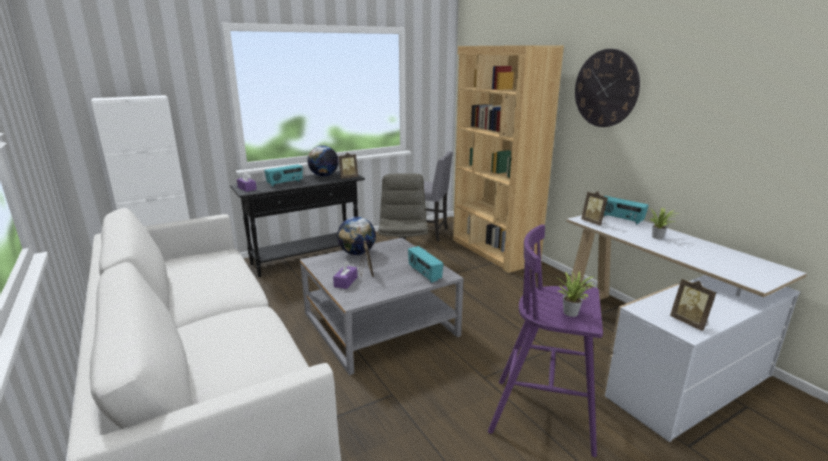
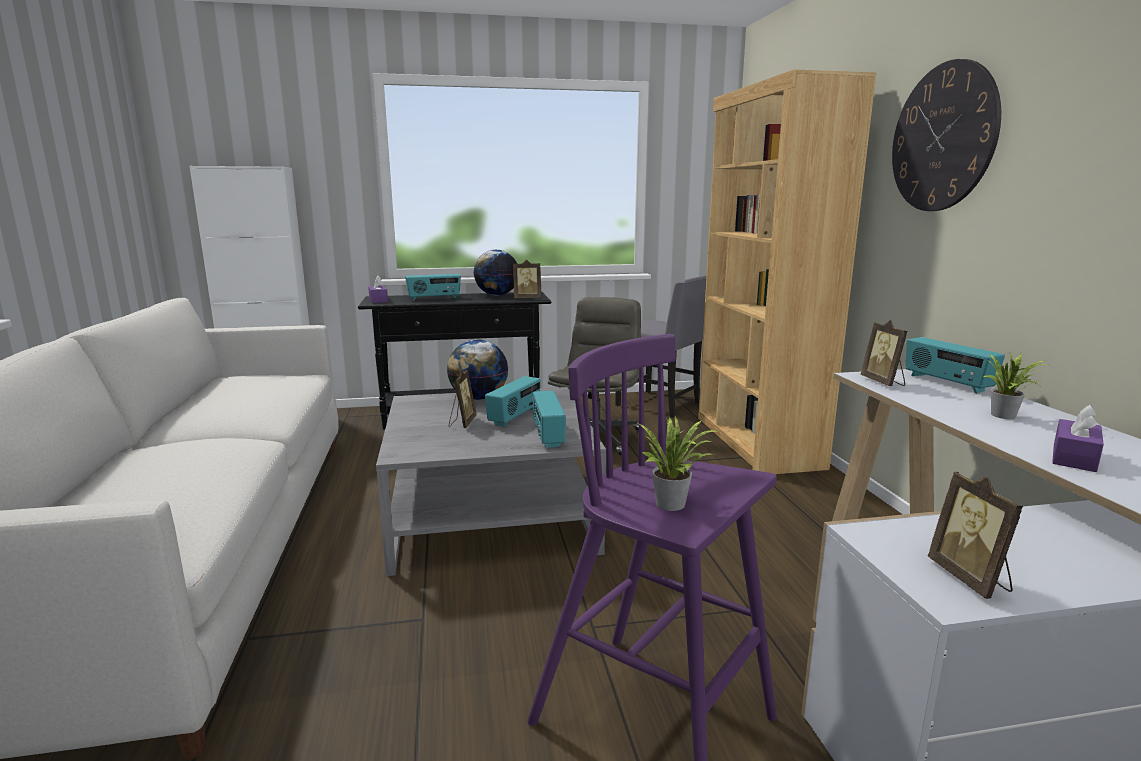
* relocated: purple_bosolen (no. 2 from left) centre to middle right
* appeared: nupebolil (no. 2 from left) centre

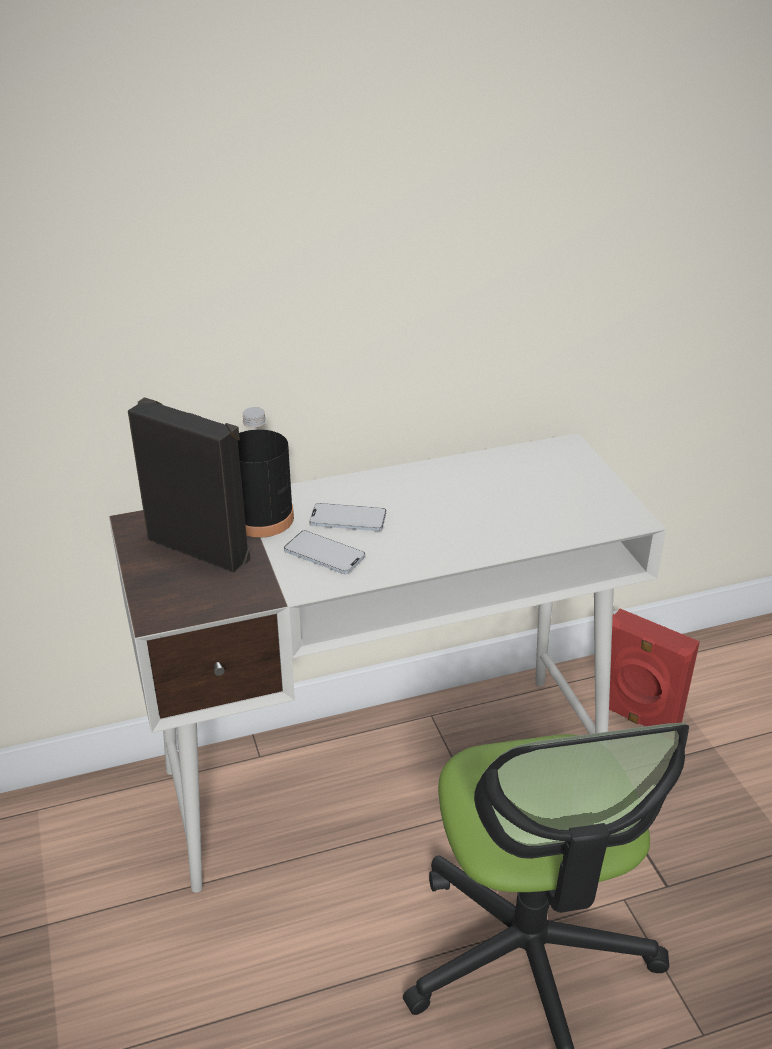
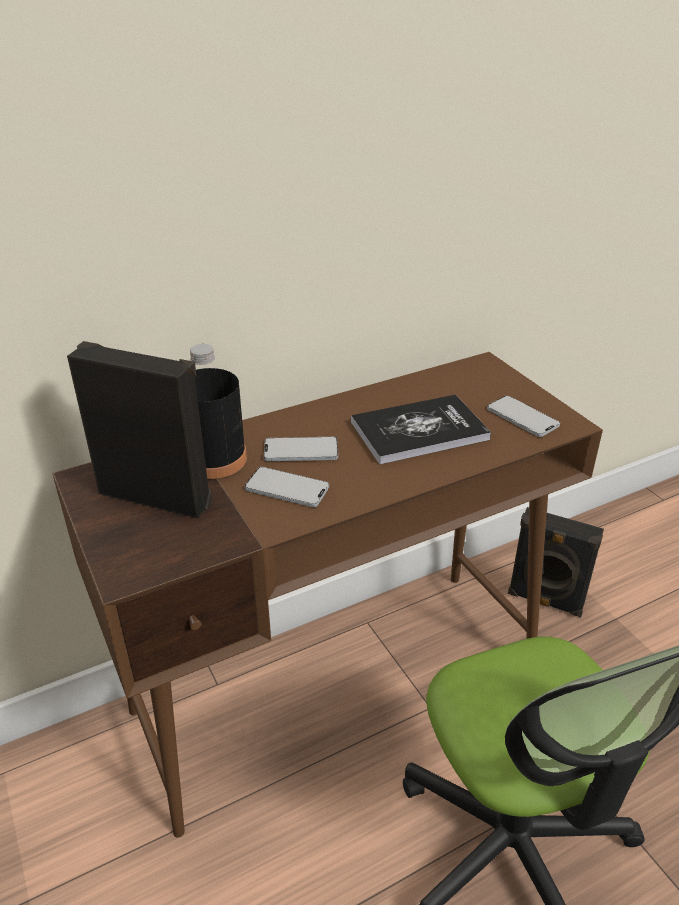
* colour: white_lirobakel centre to brown_lirobakel centre
* colour: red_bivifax middle right to black_bivifax (no. 2 from left) middle right
* appeared: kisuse centre
* appeared: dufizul (no. 3 from left) middle right

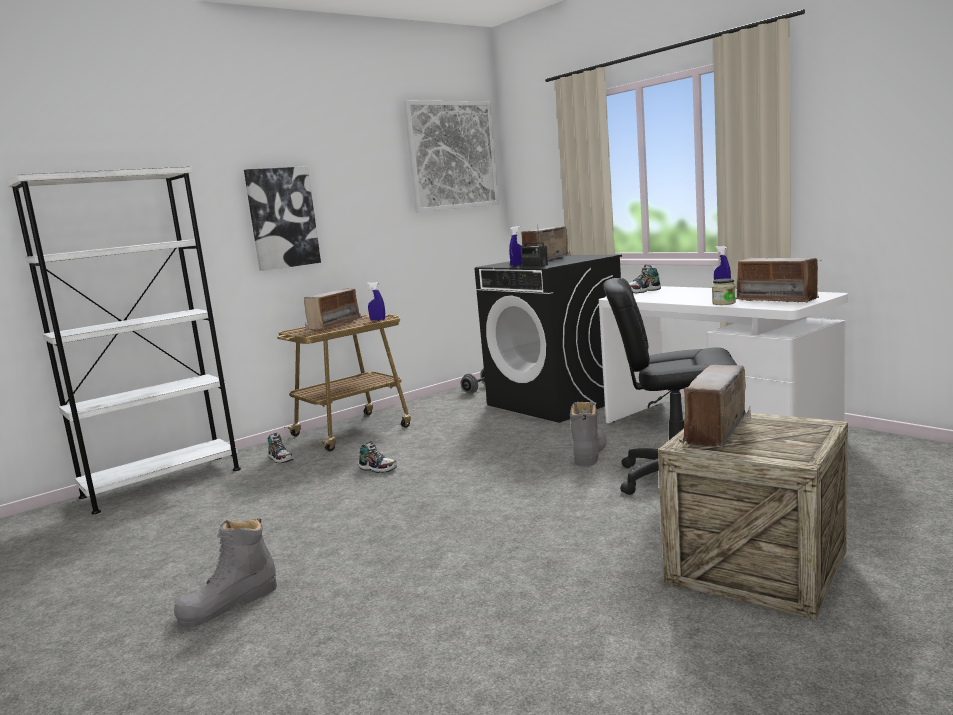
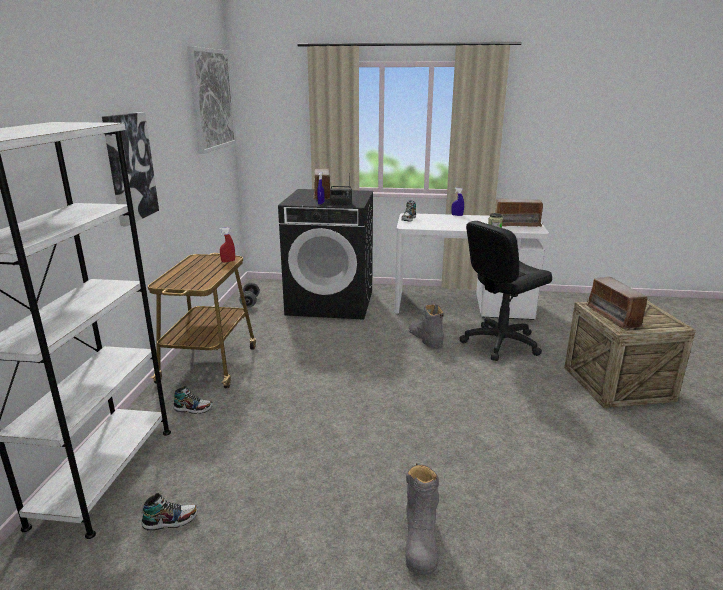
* missing: nupebolil (no. 1 from left) centre
* relocated: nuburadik (no. 2 from left in the first image) centre to nuburadik (no. 1 from left) bottom left
* colour: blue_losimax (no. 1 from left) centre to red_losimax middle left

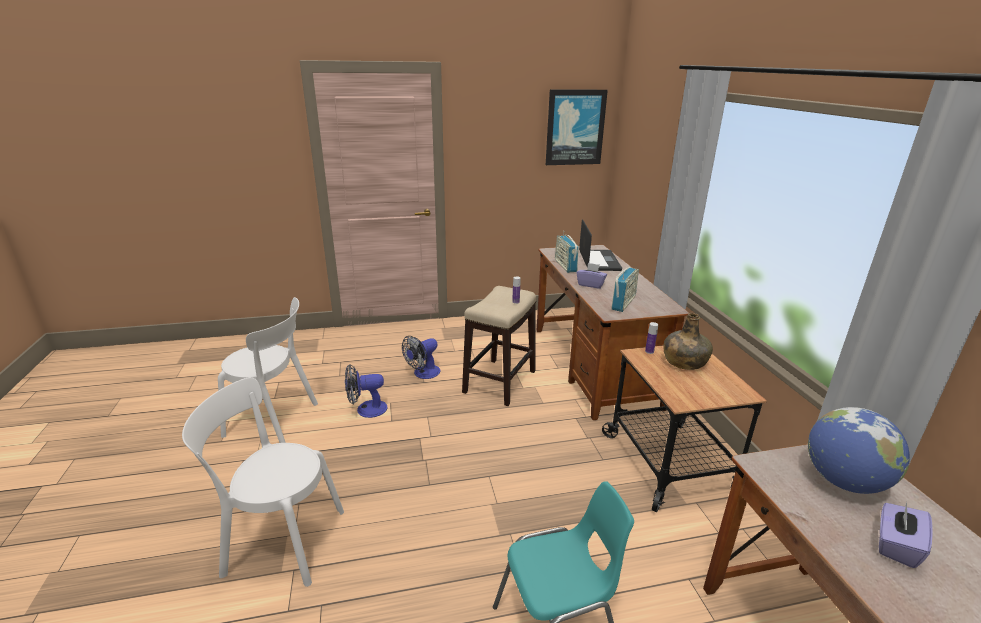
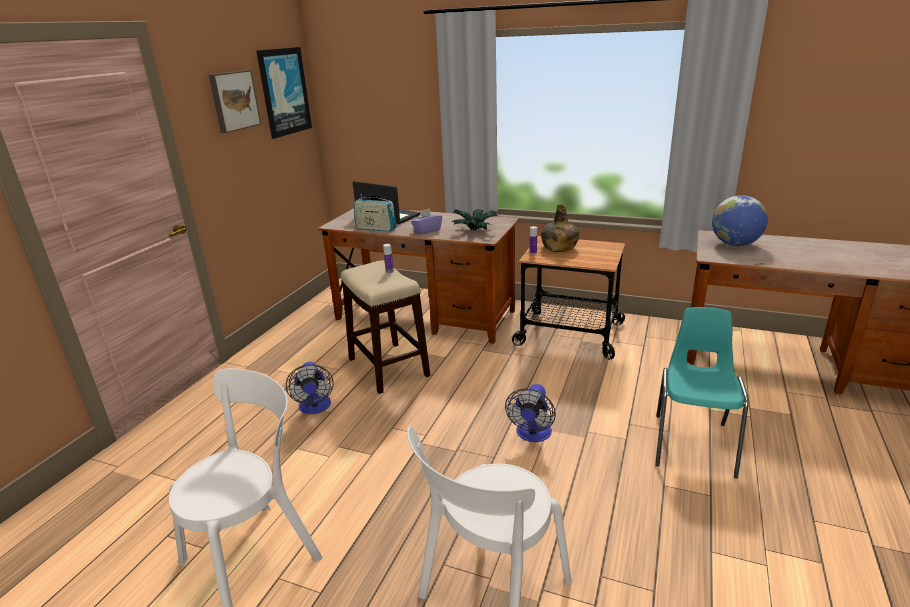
* relocated: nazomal (no. 1 from left in the first image) centre to nazomal (no. 2 from left) bottom centre
* exchanged: nupebolil (no. 2 from left) centre to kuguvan centre
* missing: purple_bosolen (no. 2 from left) bottom right
* appeared: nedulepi (no. 1 from left) top left

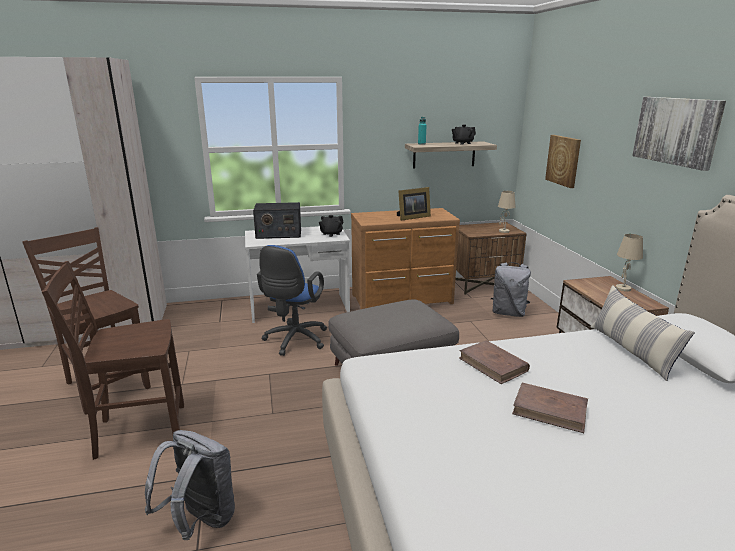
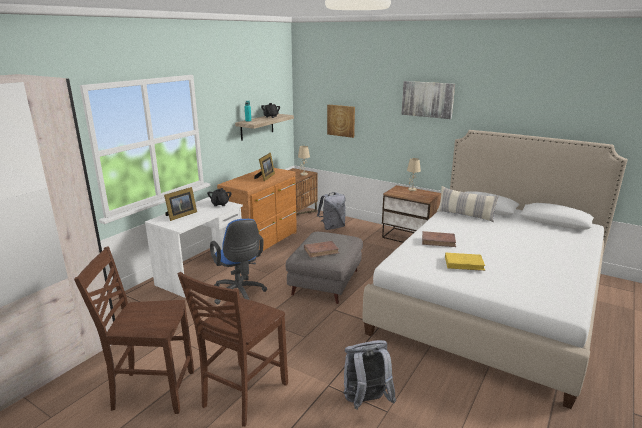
* exchanged: nupebolil centre to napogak (no. 1 from left) middle left
* relocated: brown_kisuse (no. 2 from left in the first image) bottom right to brown_kisuse (no. 1 from left) centre
* appeared: yellow_kisuse middle right

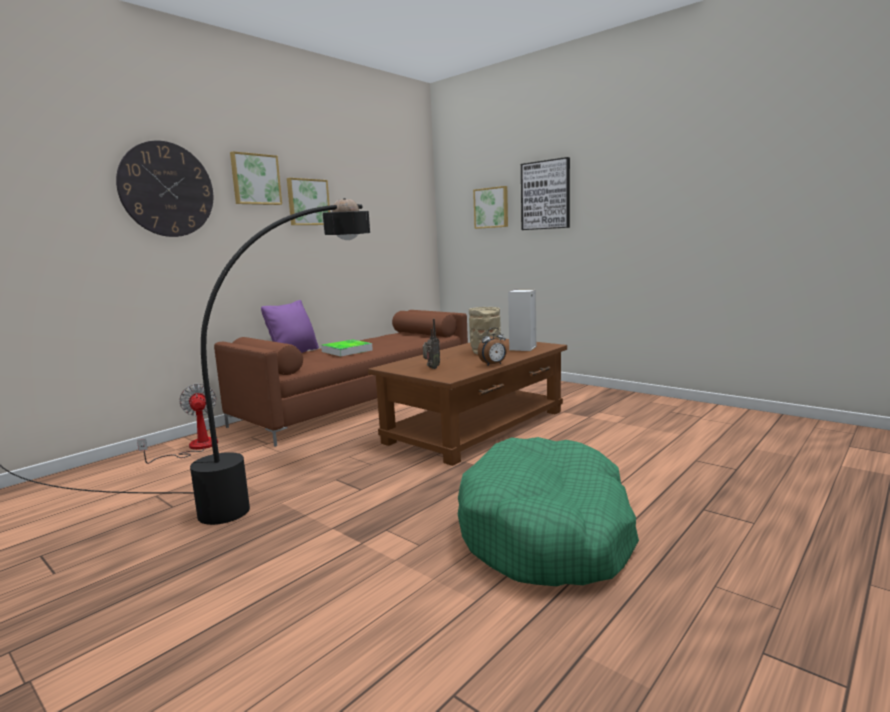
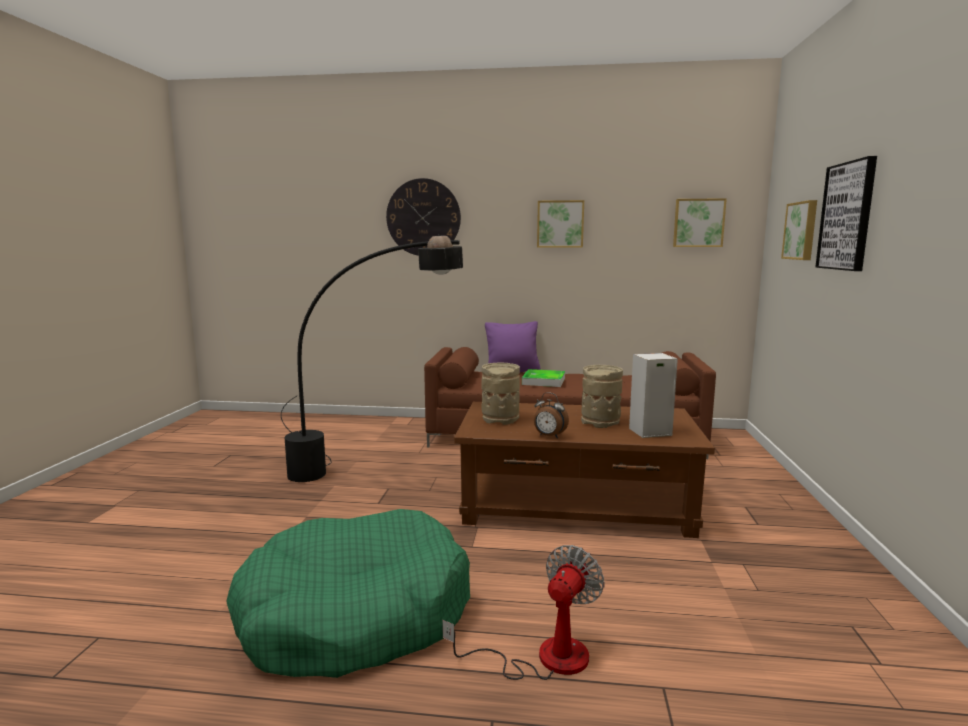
* relocated: nazomal middle left to bottom centre
* relocated: nedulepi (no. 1 from left in the first image) top left to nedulepi (no. 2 from left) top right
* exchanged: nupebolil centre to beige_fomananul (no. 1 from left) centre

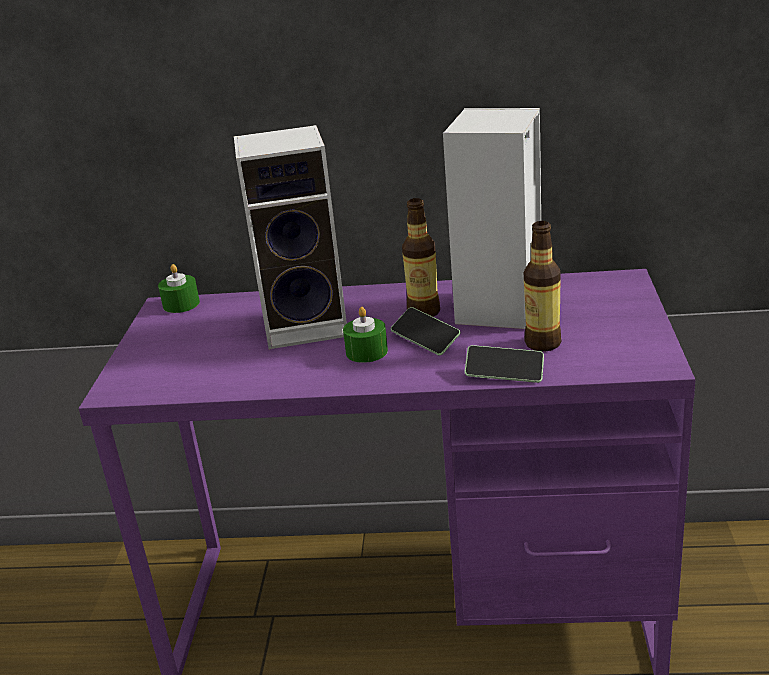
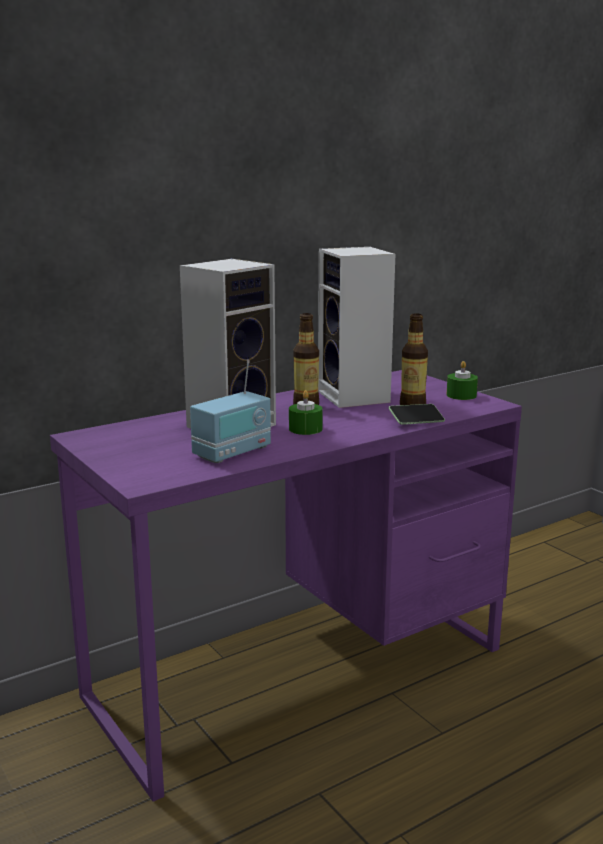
* relocated: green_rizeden (no. 1 from left in the first image) middle left to green_rizeden (no. 2 from left) middle right
* missing: dufizul (no. 1 from left) centre
* appeared: nupebolil centre

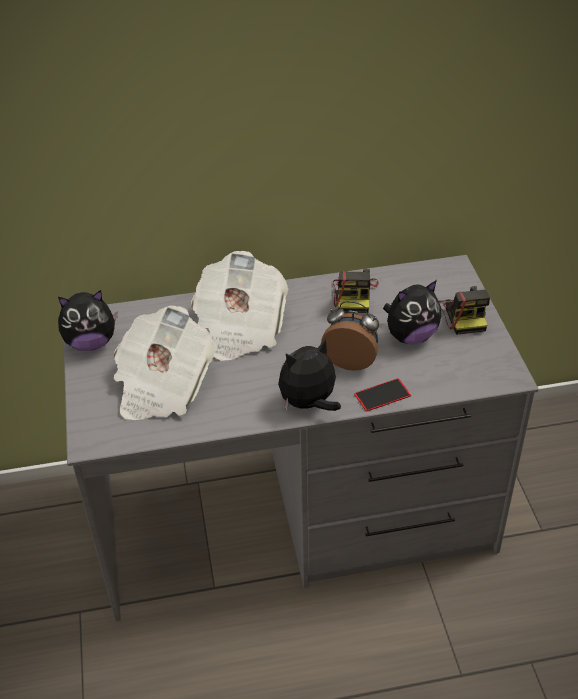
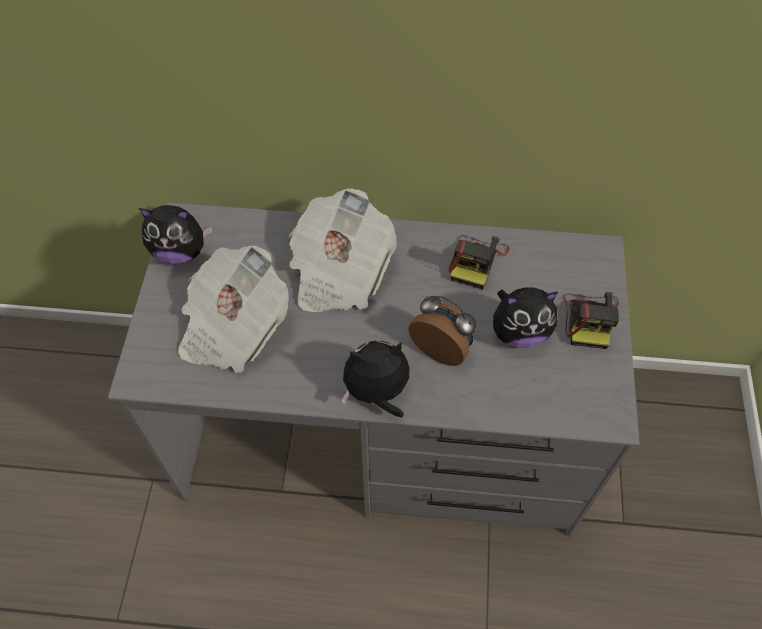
* missing: dufizul centre

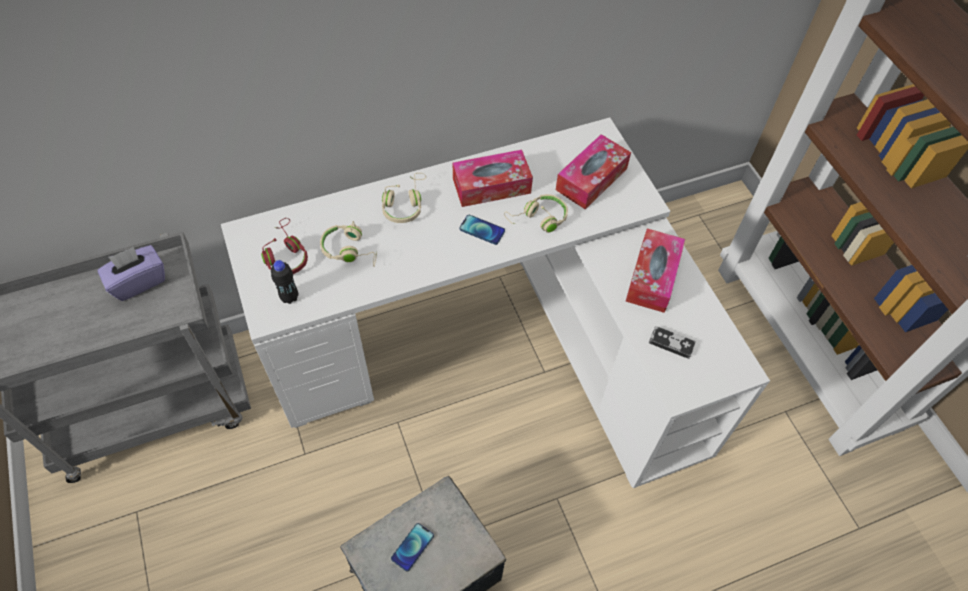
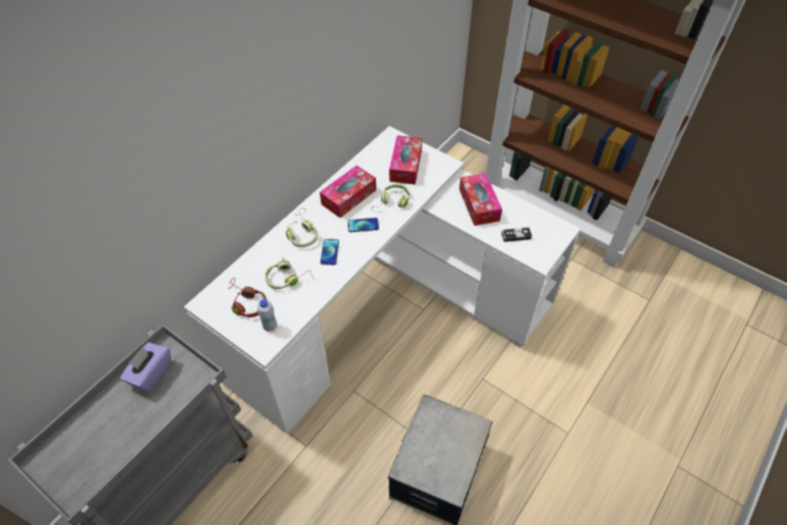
* colour: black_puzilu middle left to white_puzilu centre
* relocated: dufizul (no. 1 from left) bottom centre to centre

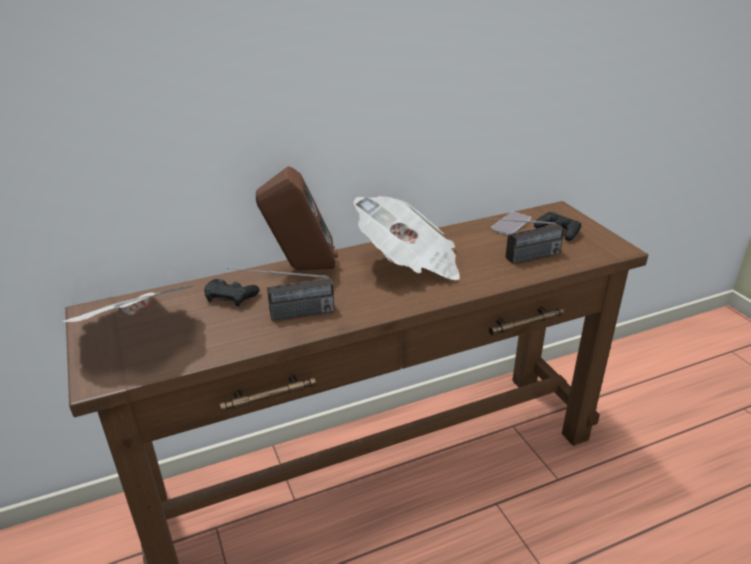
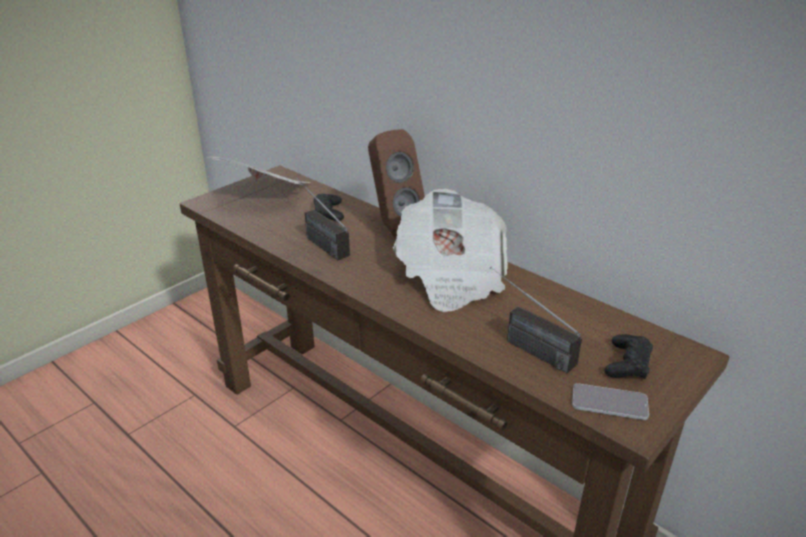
* relocated: dufizul middle right to bottom right

